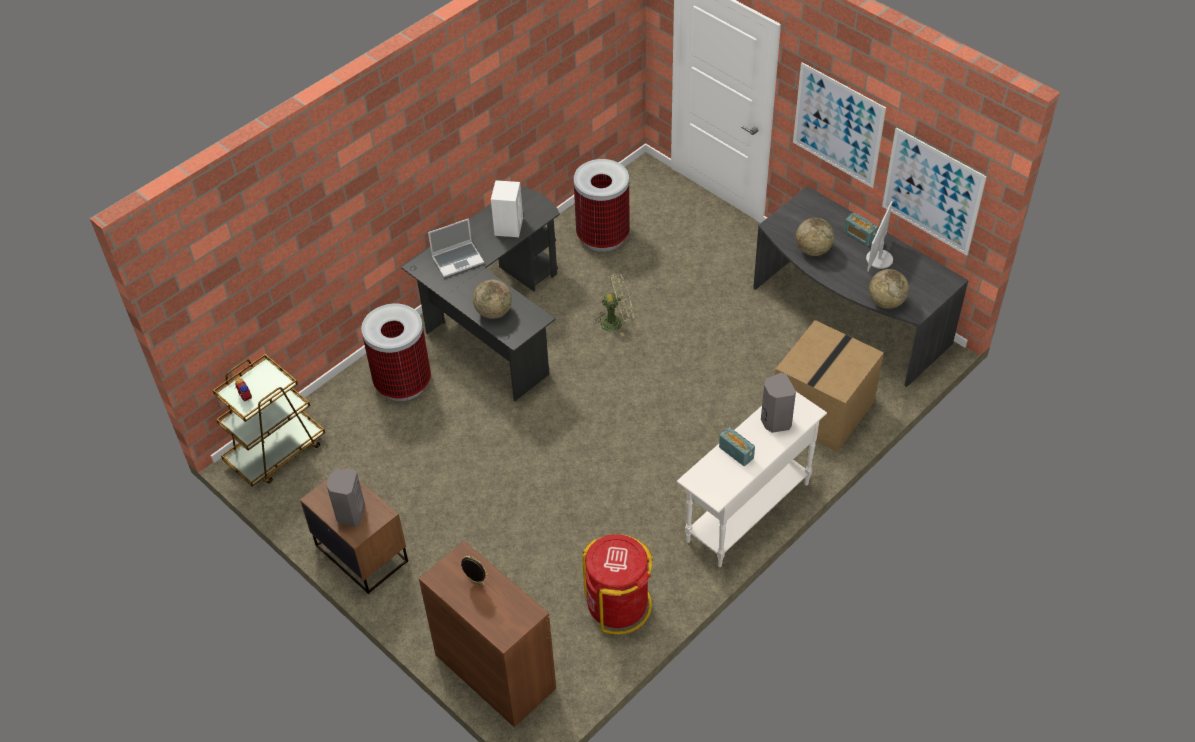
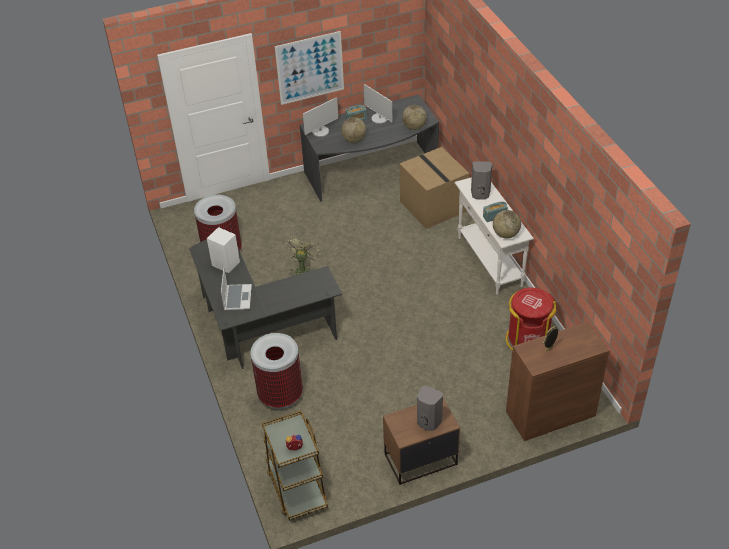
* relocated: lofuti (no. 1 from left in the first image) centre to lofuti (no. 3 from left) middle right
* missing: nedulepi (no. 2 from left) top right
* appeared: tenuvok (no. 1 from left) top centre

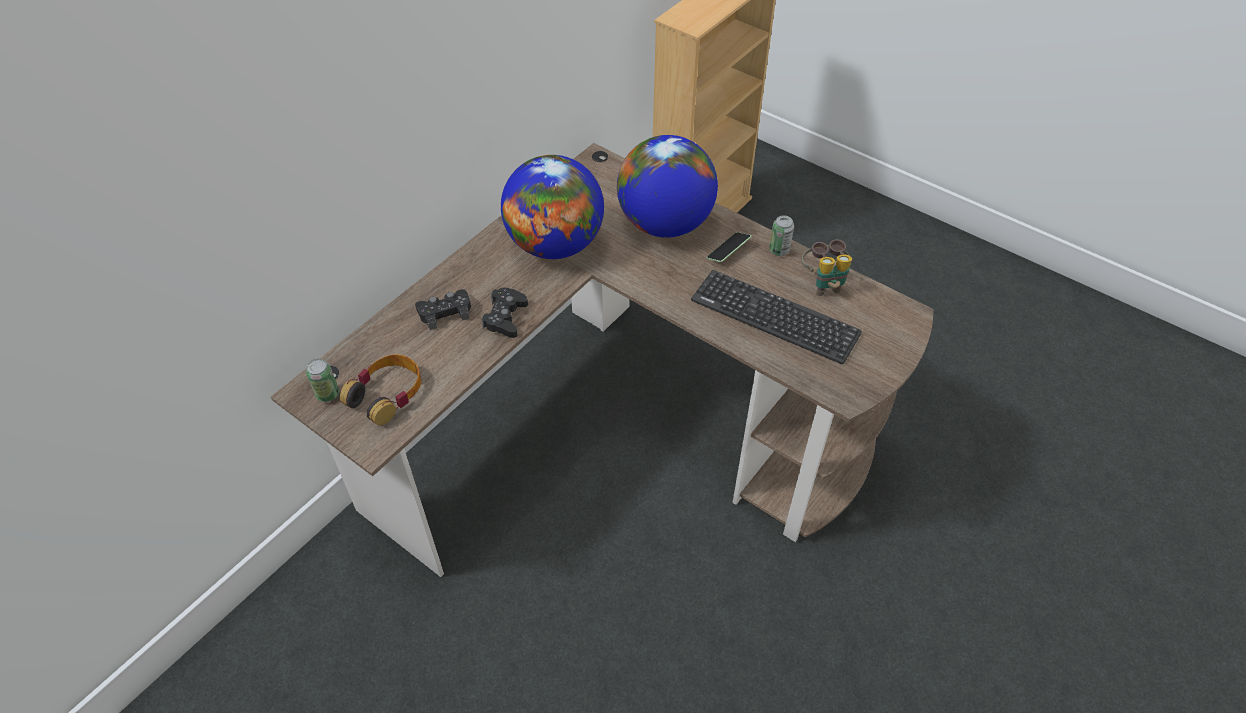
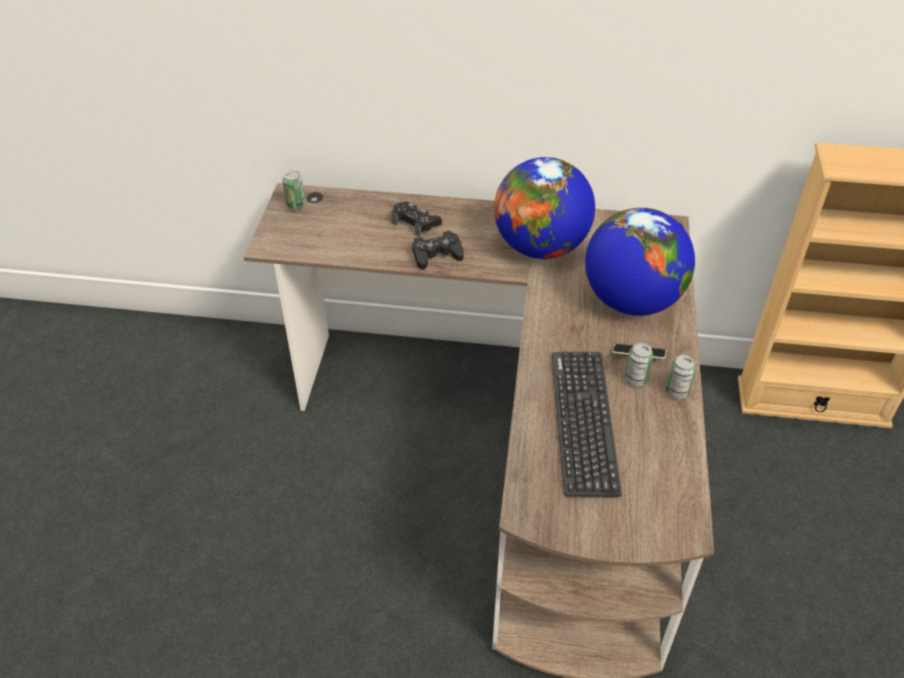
* missing: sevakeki middle left
* missing: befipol centre
* appeared: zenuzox (no. 2 from left) middle right

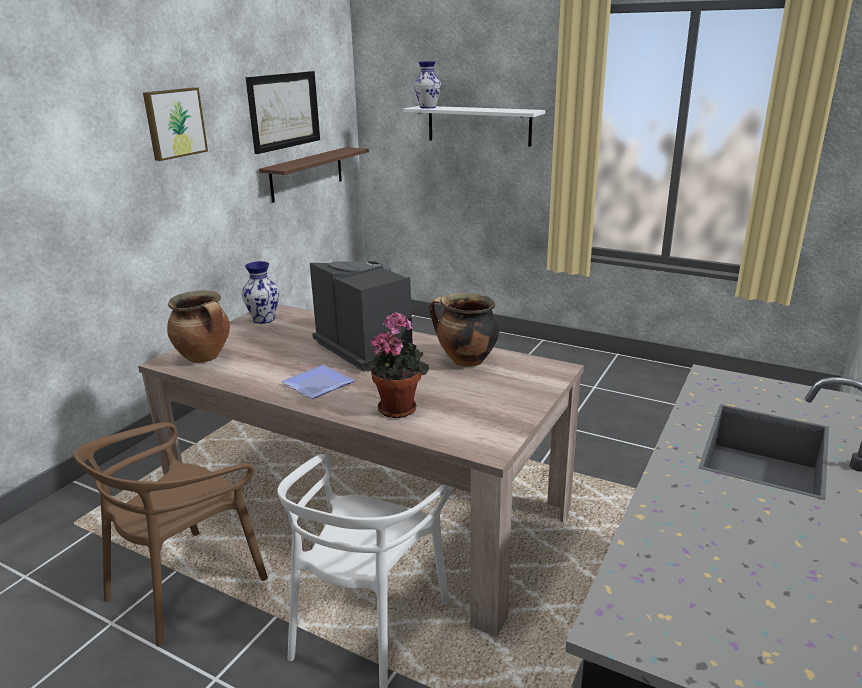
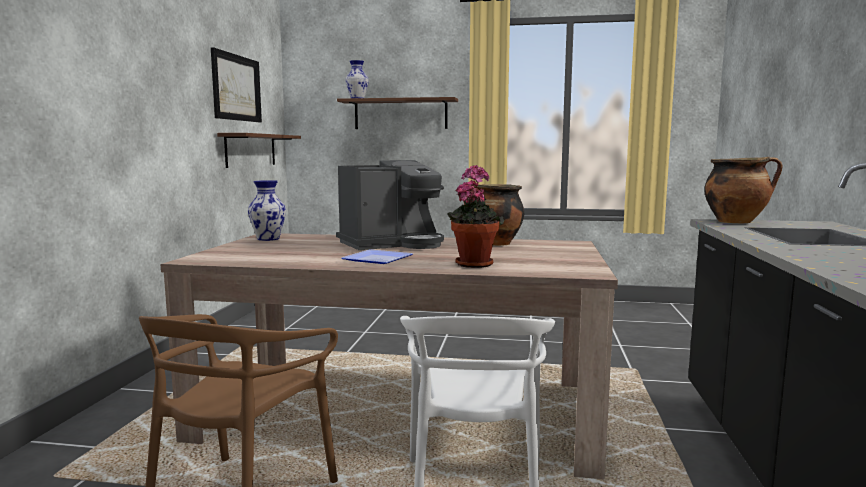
* missing: nedulepi (no. 1 from left) top left
* relocated: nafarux (no. 1 from left in the first image) middle left to nafarux (no. 2 from left) middle right
* spun: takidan centre = centre 120 degrees clockwise
* colour: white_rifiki top centre to brown_rifiki (no. 2 from left) top centre

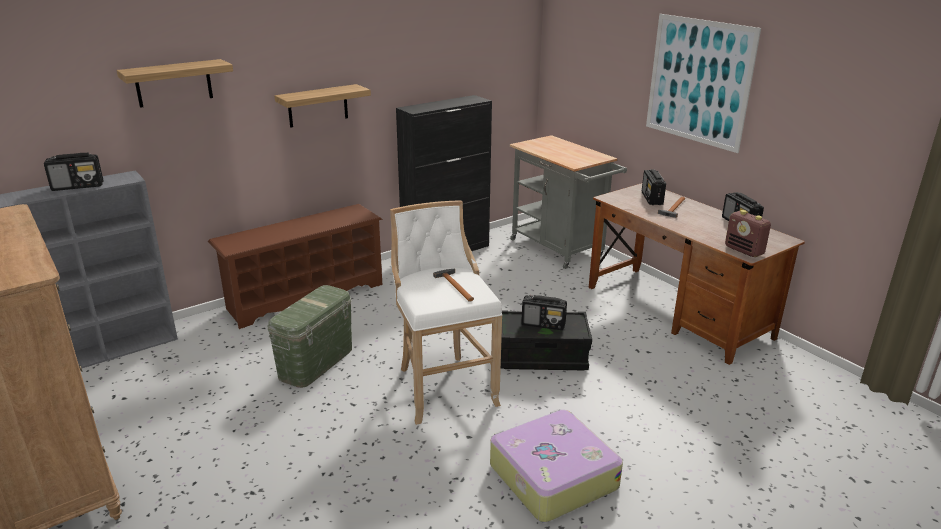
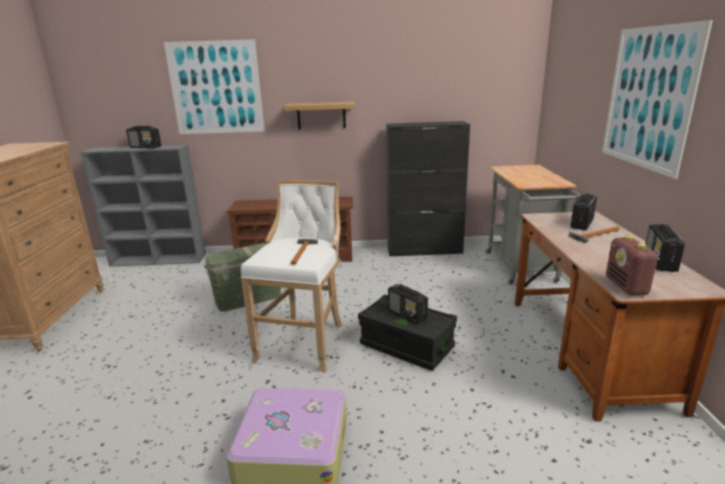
* exchanged: rifiki (no. 1 from left) top left to nedulepi (no. 1 from left) top left

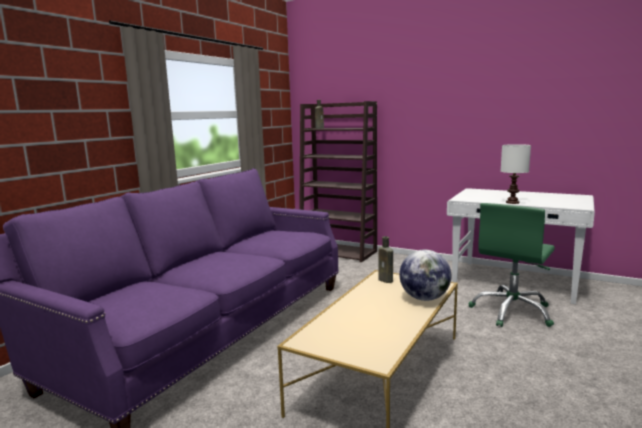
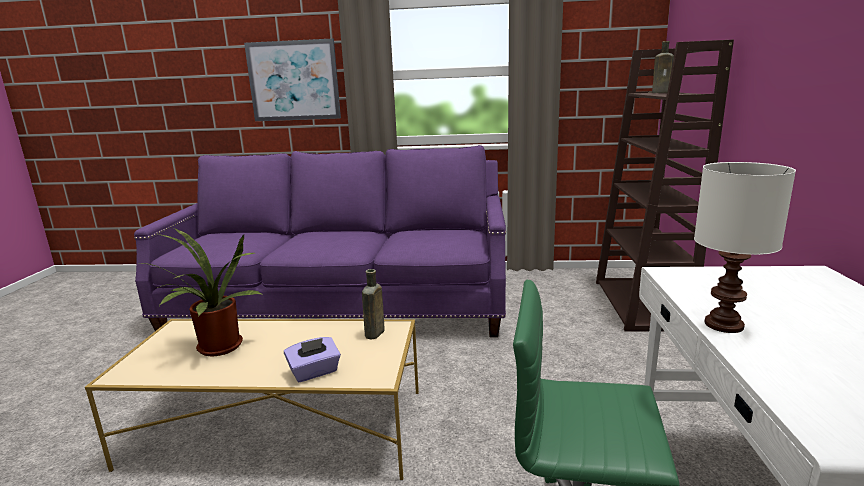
* exchanged: lofuti centre to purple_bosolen bottom centre
* appeared: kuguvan middle left
* appeared: nedulepi top centre

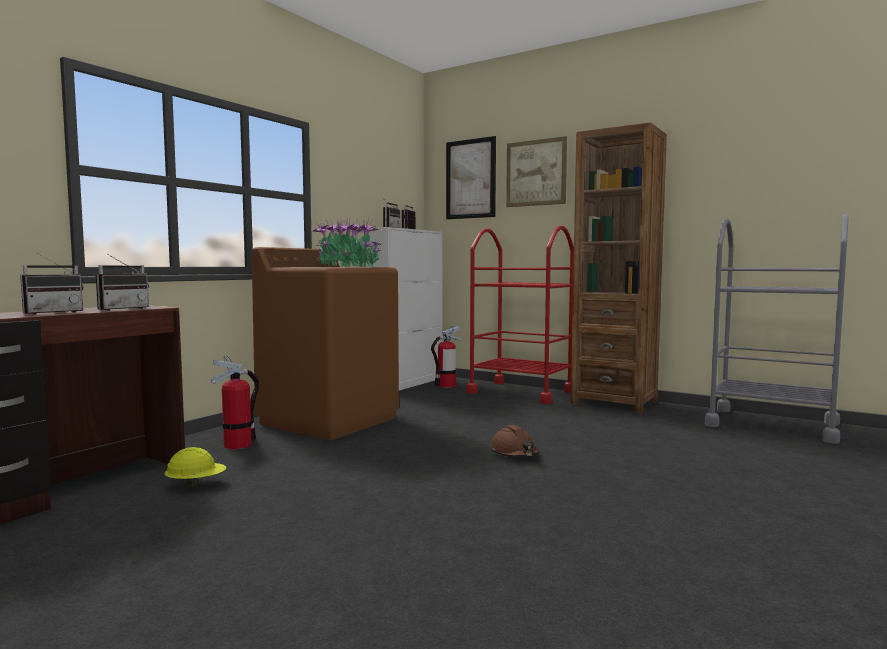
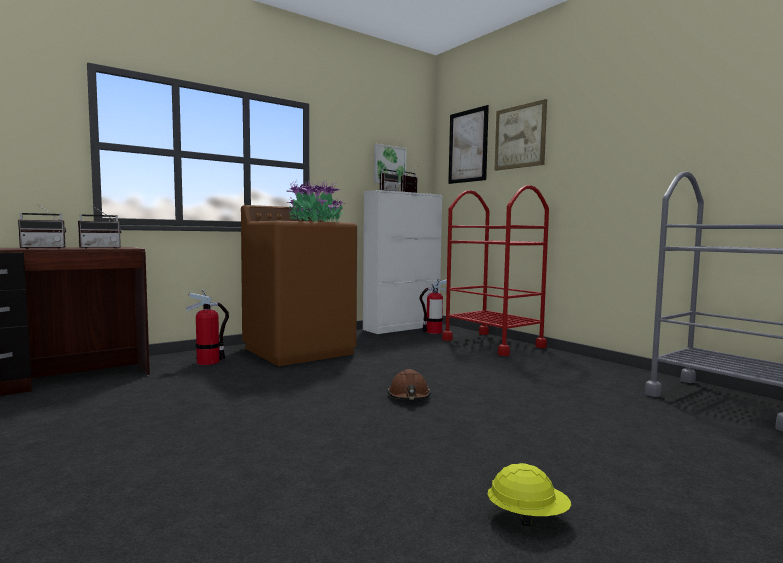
* relocated: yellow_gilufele bottom left to bottom right
* missing: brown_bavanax middle right
* appeared: nedulepi (no. 1 from left) top centre

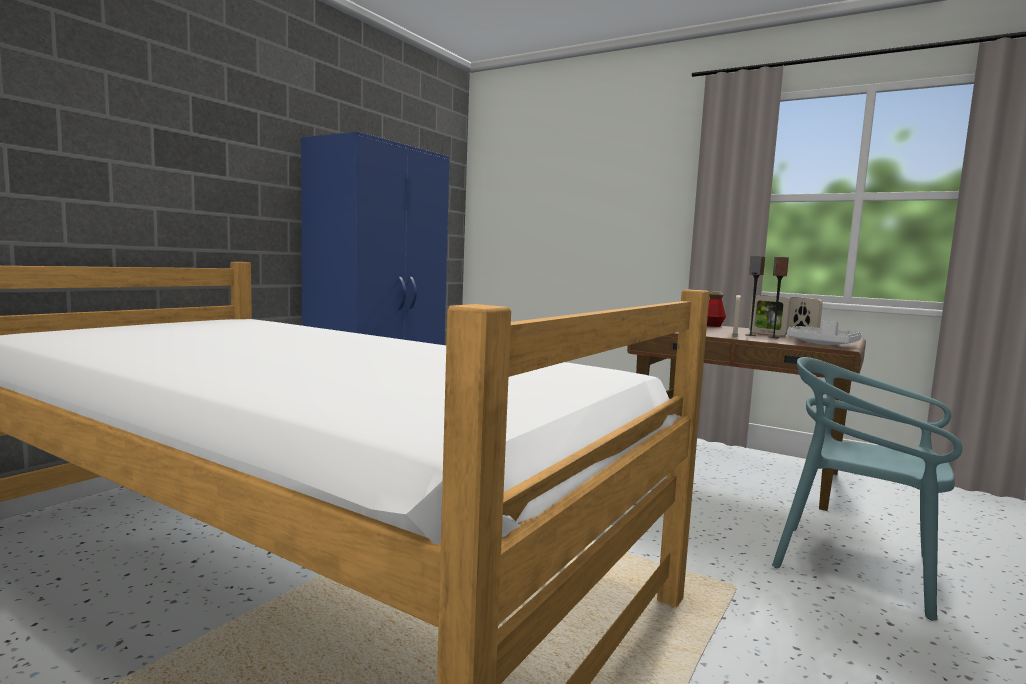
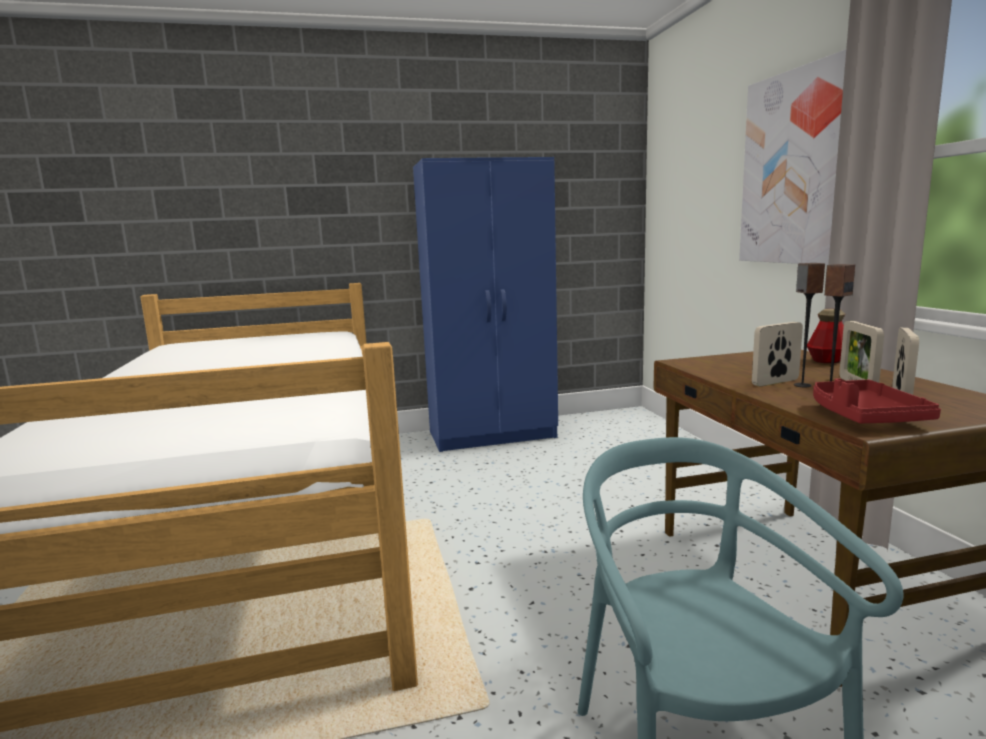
* colour: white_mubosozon middle right to red_mubosozon middle right
* appeared: nedulepi top right

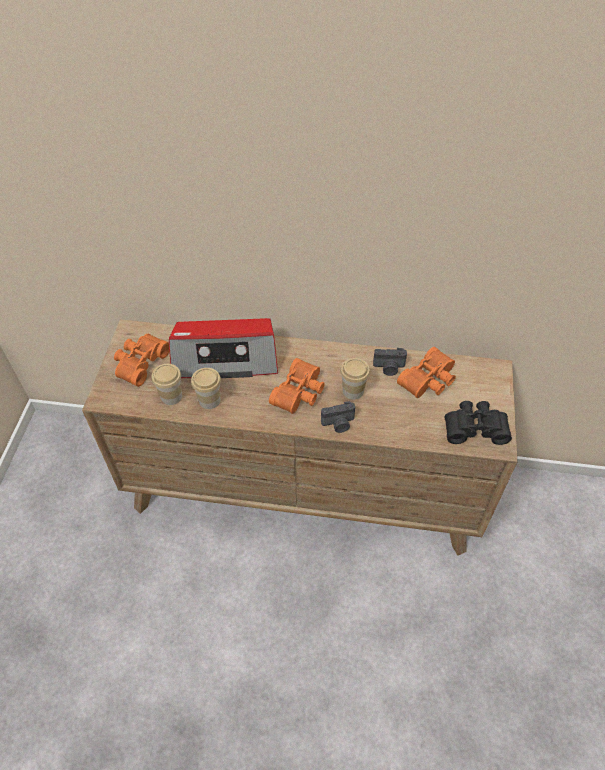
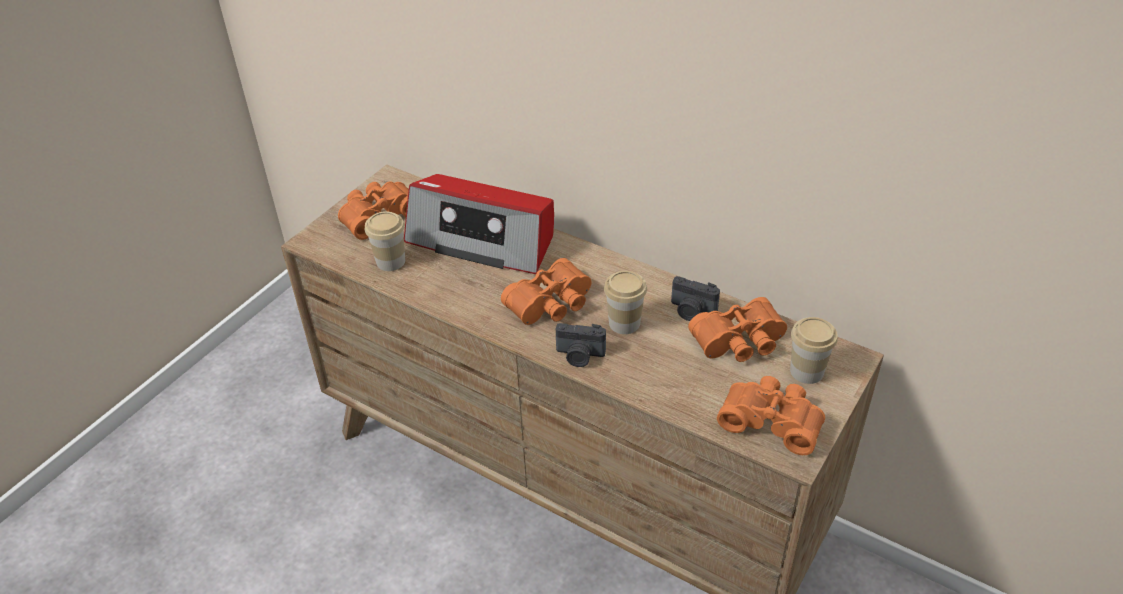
* relocated: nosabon (no. 2 from left in the first image) centre to nosabon (no. 3 from left) middle right
* colour: black_befipol middle right to orange_befipol (no. 4 from left) bottom right

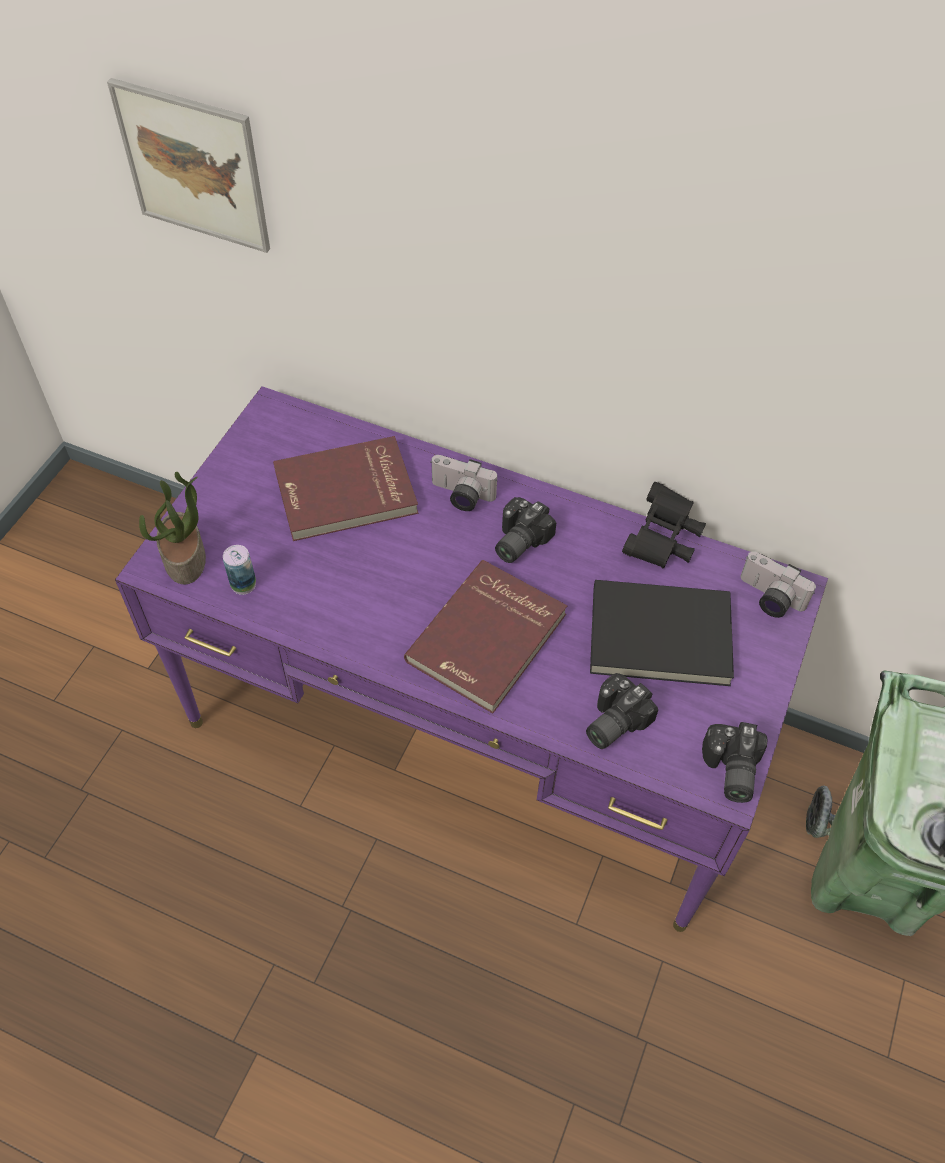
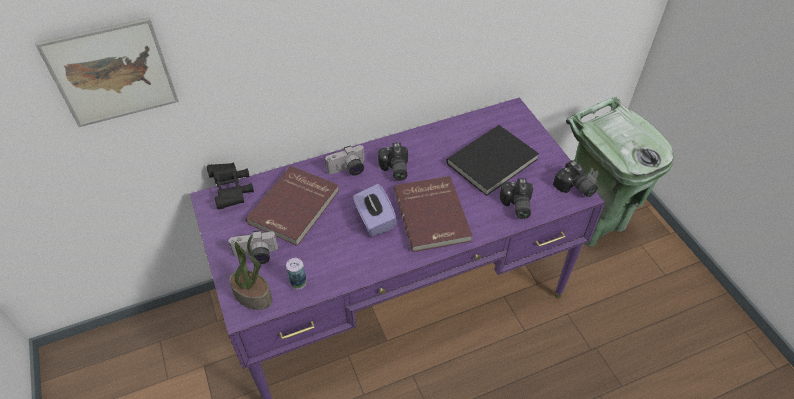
* relocated: black_befipol middle right to middle left
* relocated: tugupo (no. 5 from left in the first image) middle right to tugupo (no. 1 from left) middle left
* appeared: purple_bosolen centre

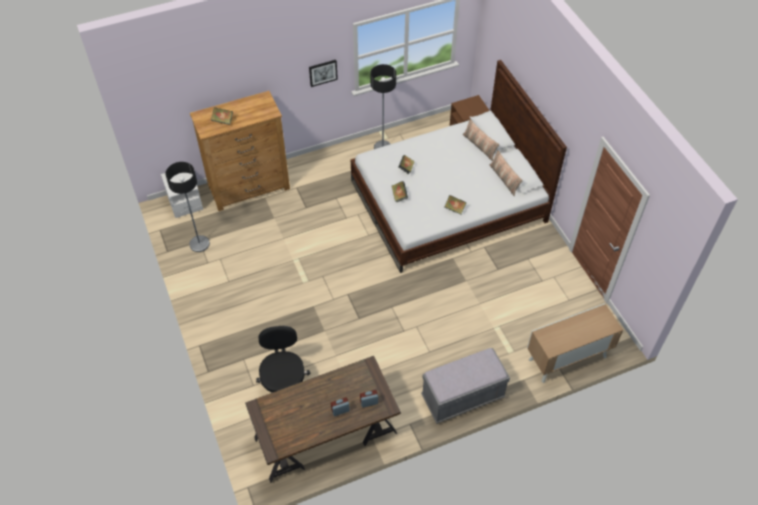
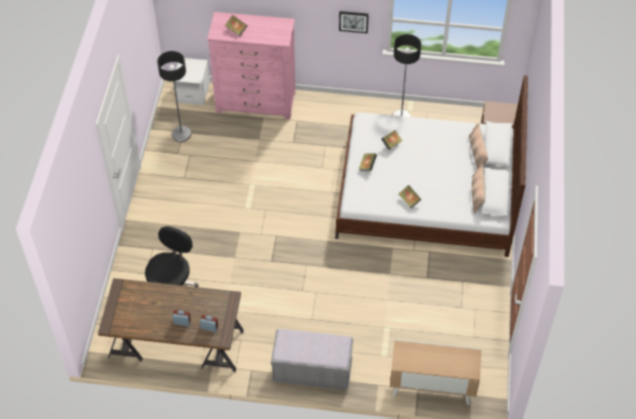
* colour: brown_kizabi top left to pink_kizabi top centre

